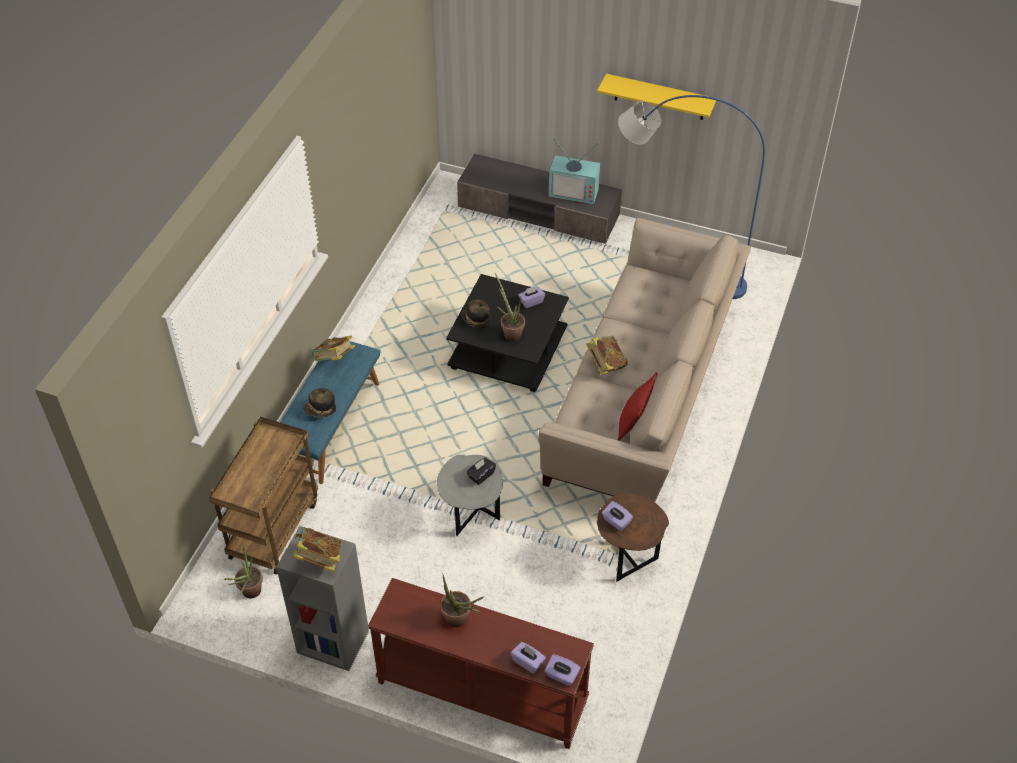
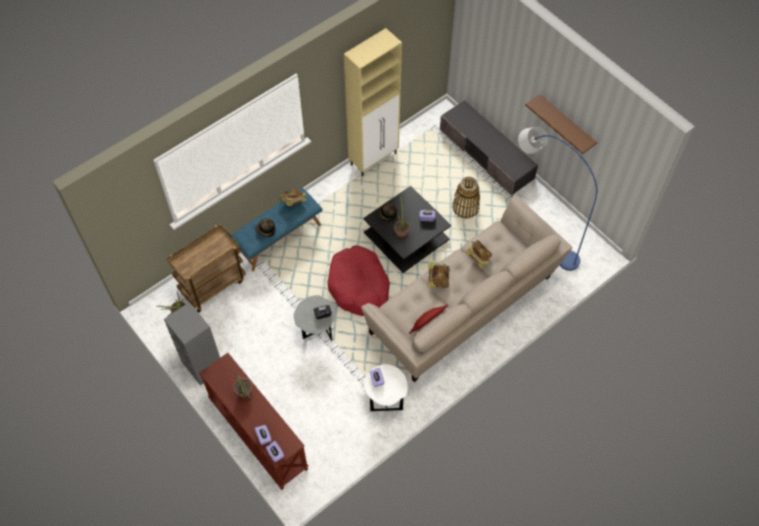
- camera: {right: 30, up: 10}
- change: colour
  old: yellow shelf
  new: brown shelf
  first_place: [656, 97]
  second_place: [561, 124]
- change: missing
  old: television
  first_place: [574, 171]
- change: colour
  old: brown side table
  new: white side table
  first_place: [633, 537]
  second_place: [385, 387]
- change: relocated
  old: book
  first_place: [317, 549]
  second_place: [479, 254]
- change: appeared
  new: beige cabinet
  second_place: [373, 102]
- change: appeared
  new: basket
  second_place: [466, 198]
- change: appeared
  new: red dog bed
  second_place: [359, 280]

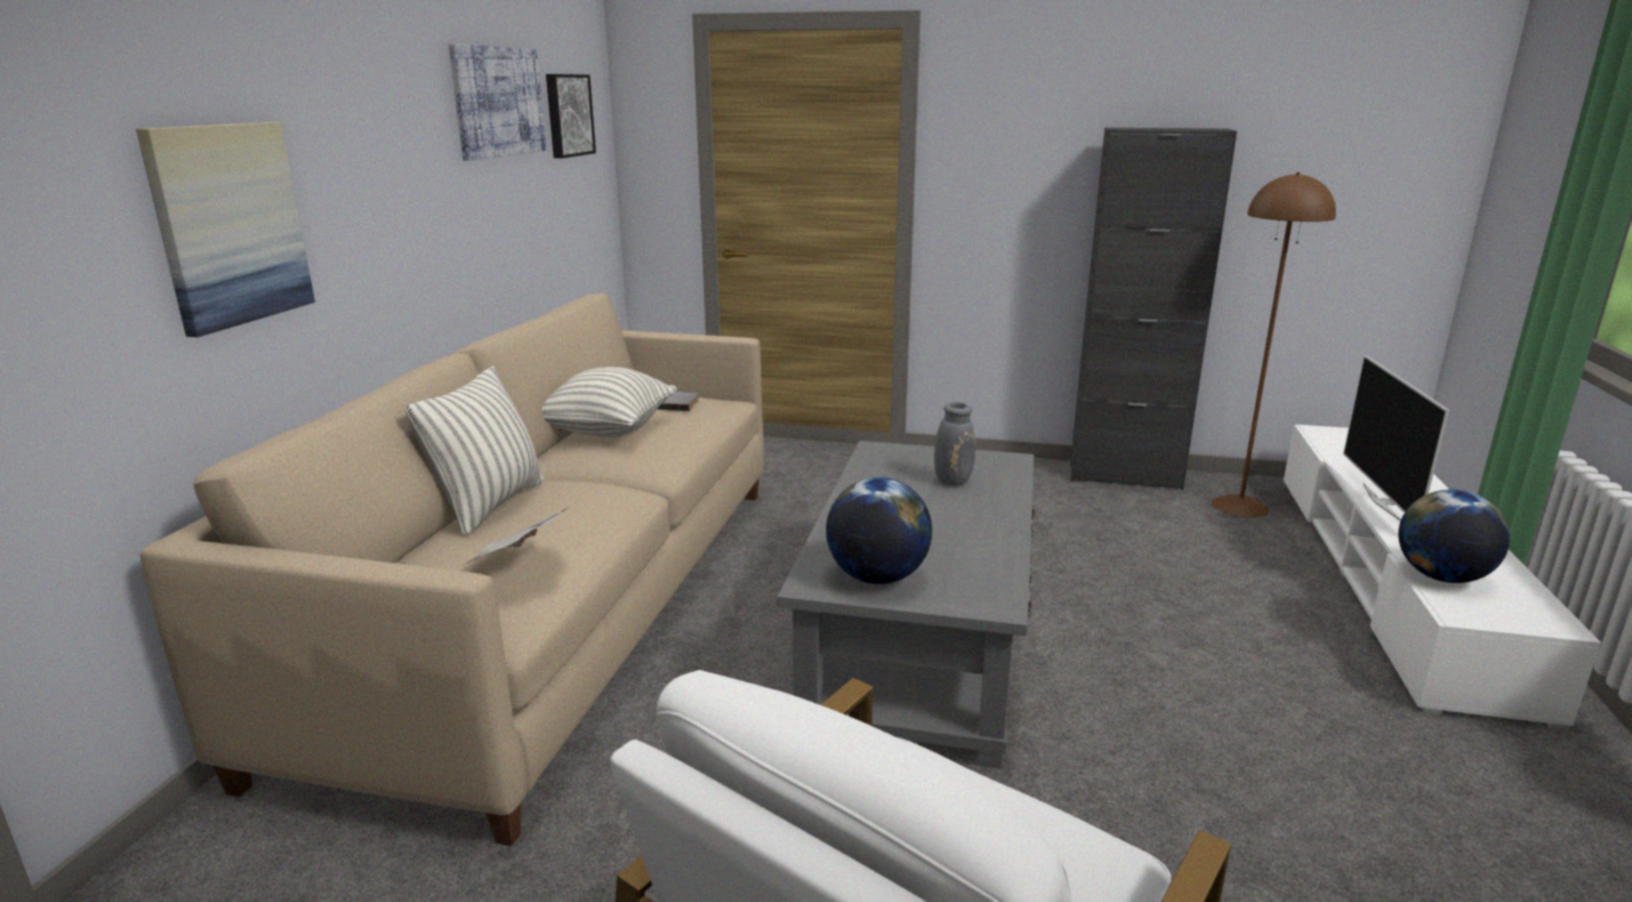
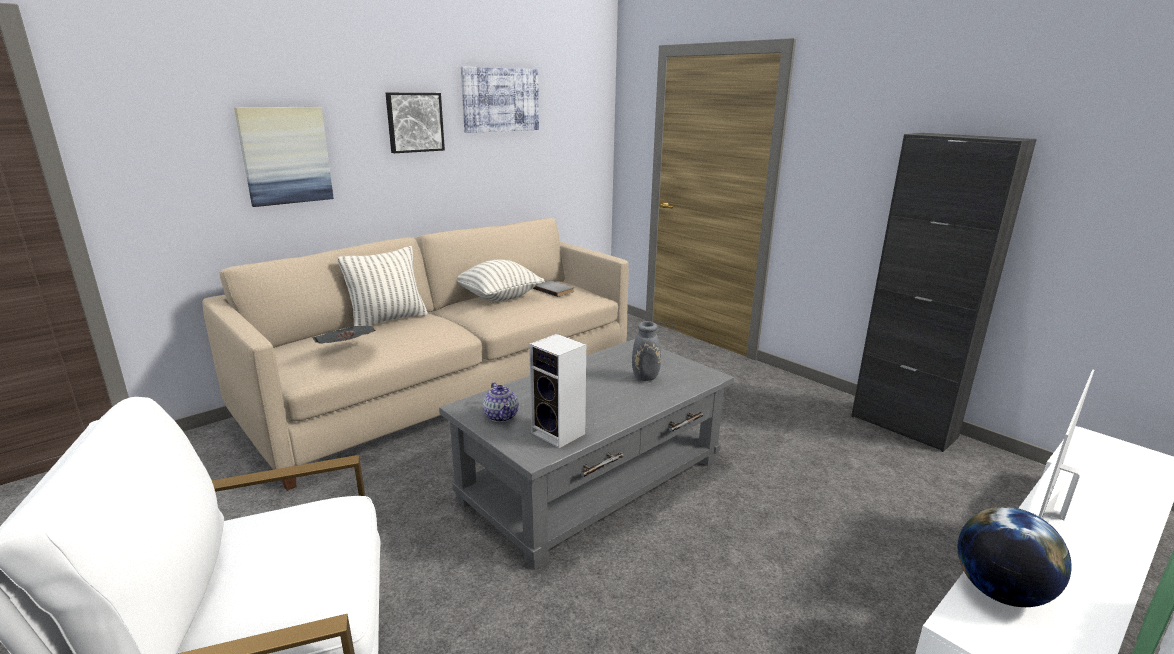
- camera: {right: 35, up: 0}
- change: relocated
  old: picture
  first_place: [571, 116]
  second_place: [415, 123]
- change: missing
  old: brown floor lamp
  first_place: [1274, 345]
- change: exchanged
  old: globe
  new: teapot
  first_place: [879, 530]
  second_place: [501, 402]
- change: appeared
  new: speaker
  second_place: [557, 391]

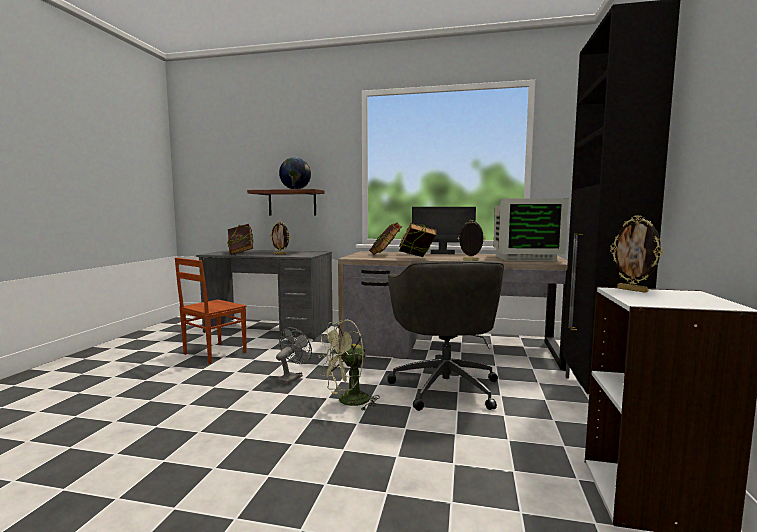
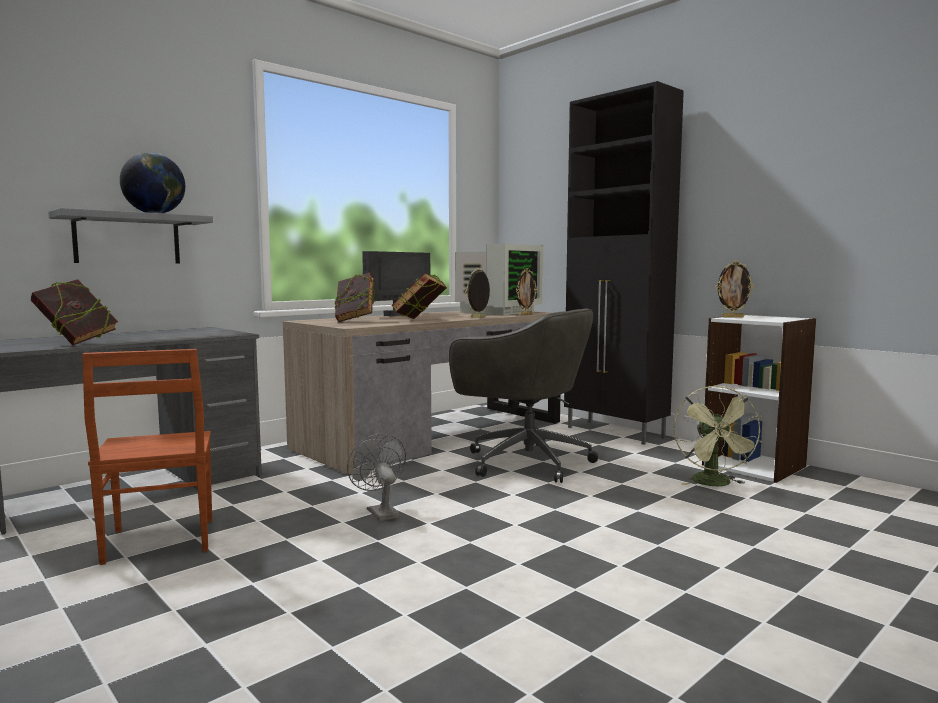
- camera: {right: -55, up: 0}
- change: colour
  old: brown shelf
  new: grey shelf
  first_place: [286, 202]
  second_place: [130, 236]
- change: relocated
  old: picture frame
  first_place: [280, 238]
  second_place: [526, 291]
- change: relocated
  old: green fan
  first_place: [349, 365]
  second_place: [718, 435]

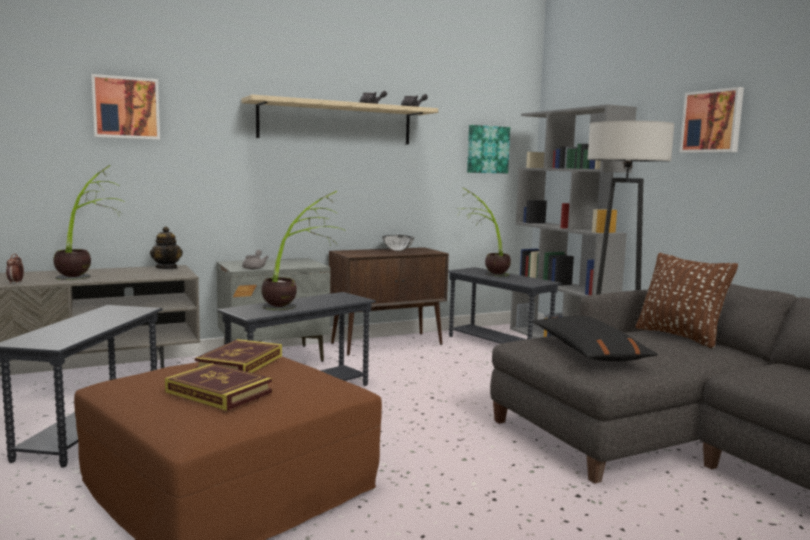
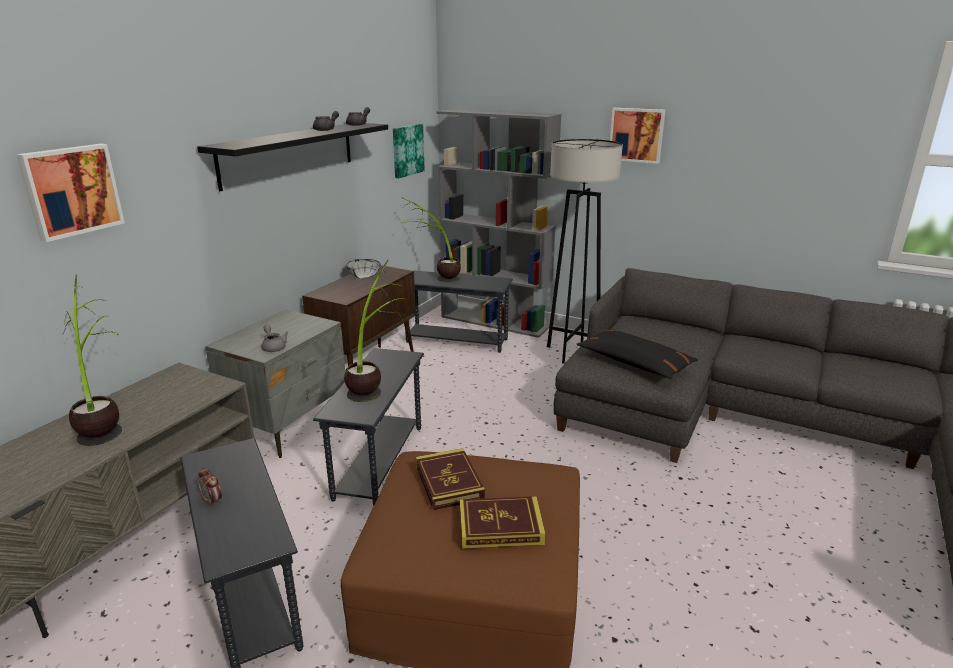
- camera: {right: -35, up: 15}
- change: colour
  old: beige shelf
  new: black shelf
  first_place: [339, 120]
  second_place: [292, 157]
- change: missing
  old: teapot
  first_place: [166, 248]
- change: missing
  old: brown pillow
  first_place: [687, 300]
- change: relocated
  old: alarm clock
  first_place: [15, 269]
  second_place: [210, 487]

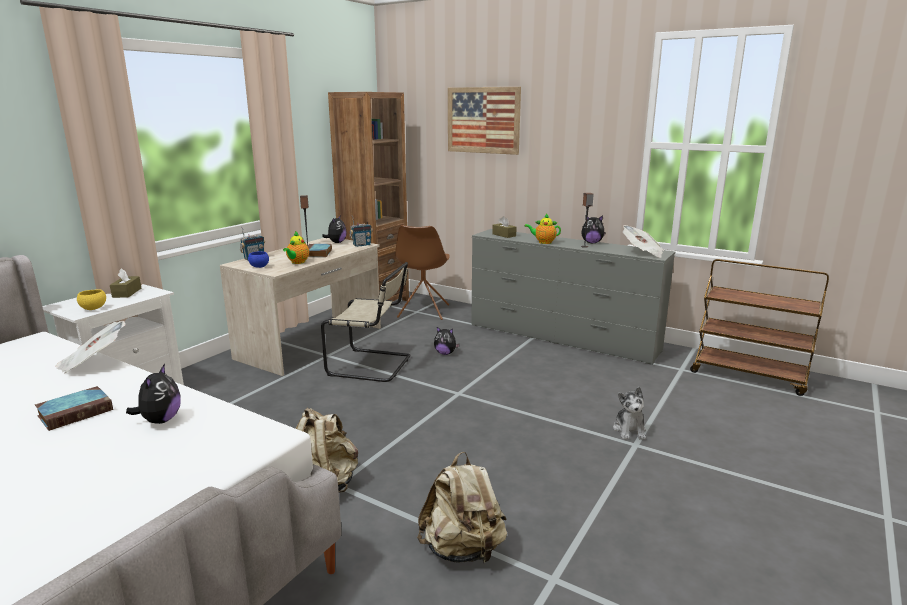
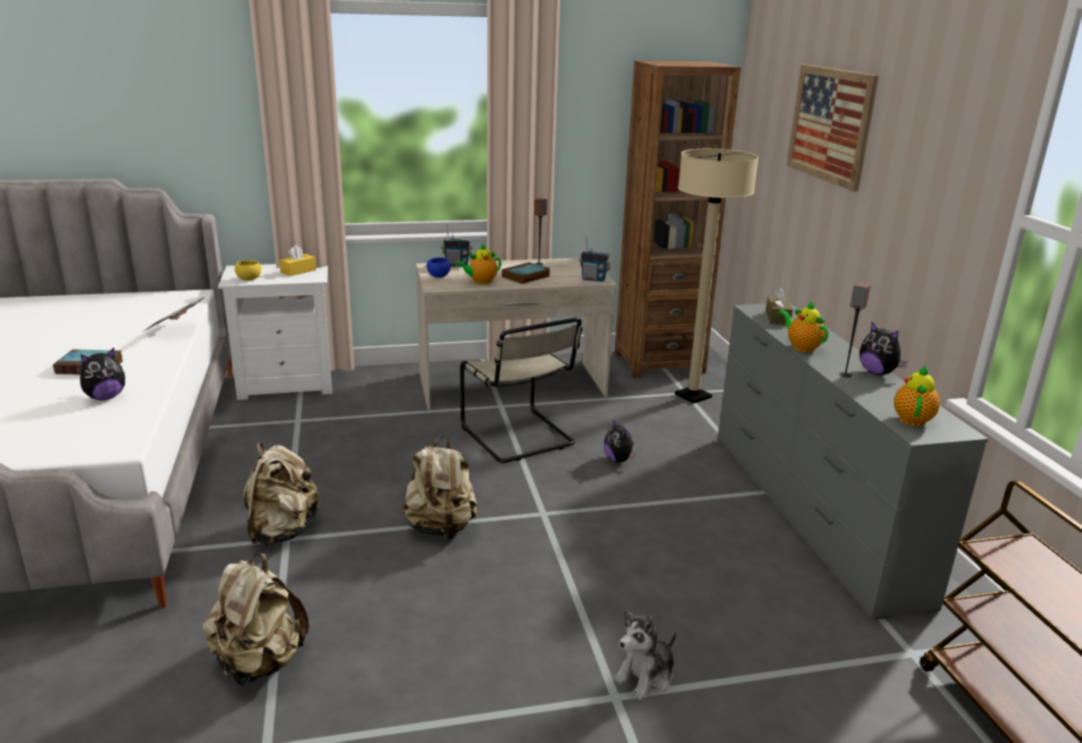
- camera: {right: 45, up: 5}
- change: missing
  old: plush toy
  first_place: [334, 229]
- change: exchanged
  old: brown chair
  new: beige floor lamp
  first_place: [422, 272]
  second_place: [717, 276]
- change: exchanged
  old: newspaper
  new: teapot
  first_place: [643, 241]
  second_place: [917, 395]
- change: colour
  old: brown tissue box
  new: yellow tissue box
  first_place: [125, 283]
  second_place: [297, 260]
- change: appeared
  new: beige backpack
  second_place: [439, 487]

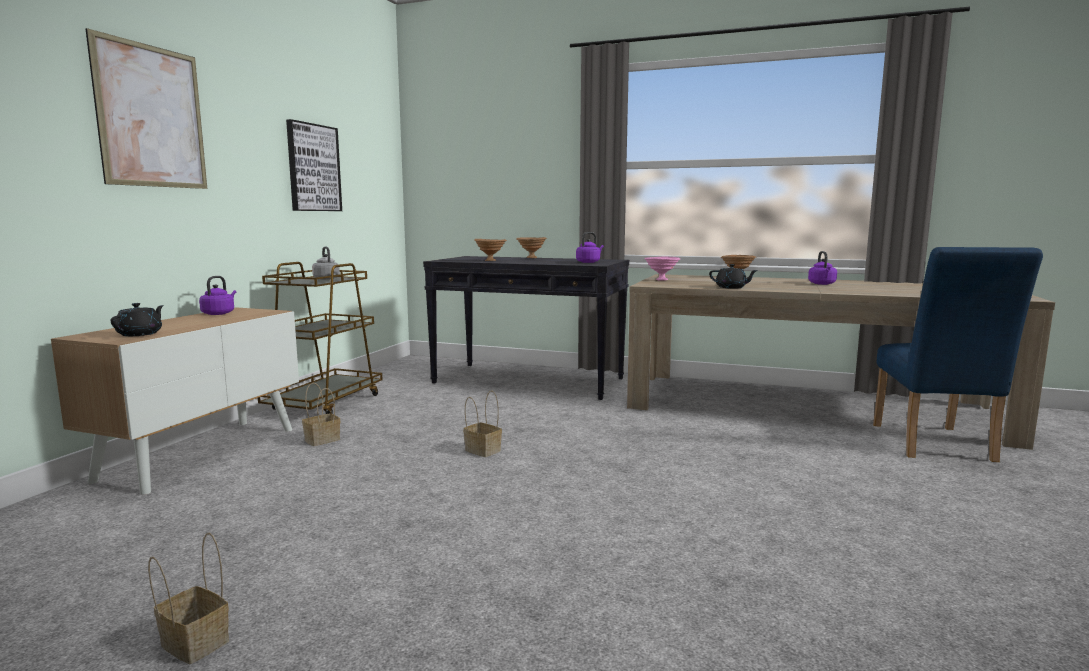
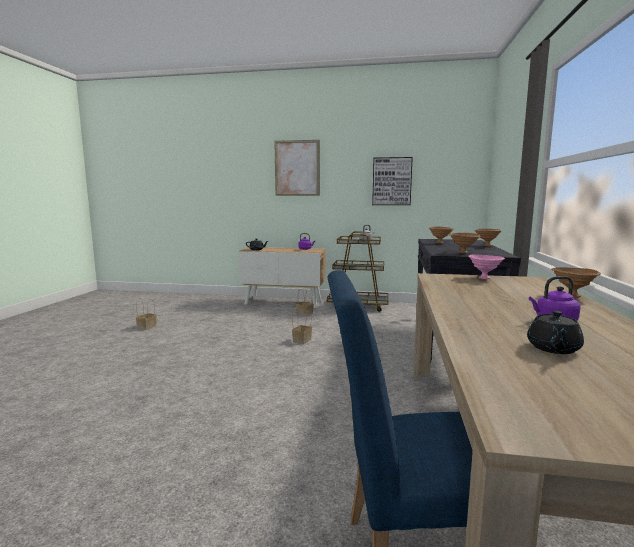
- camera: {right: 80, up: 0}
- change: exchanged
  old: purple kettle
  new: brown bowl
  first_place: [590, 247]
  second_place: [465, 243]
- change: relocated
  old: black teapot
  first_place: [733, 276]
  second_place: [555, 332]

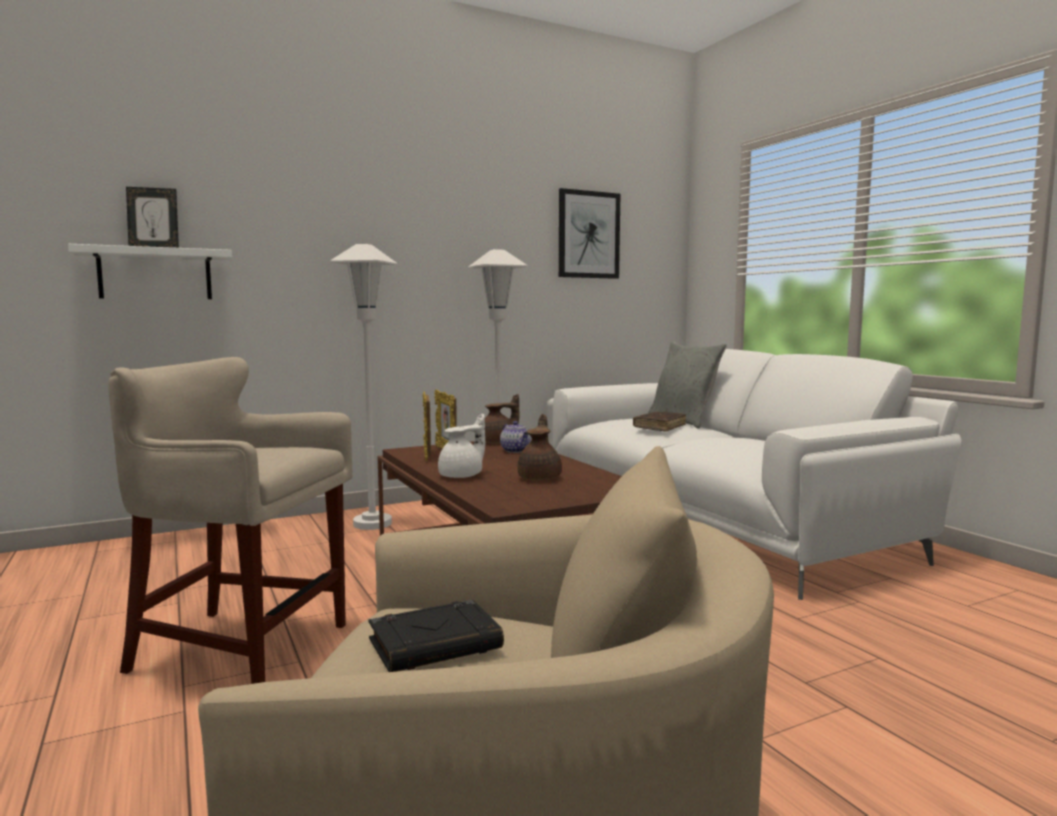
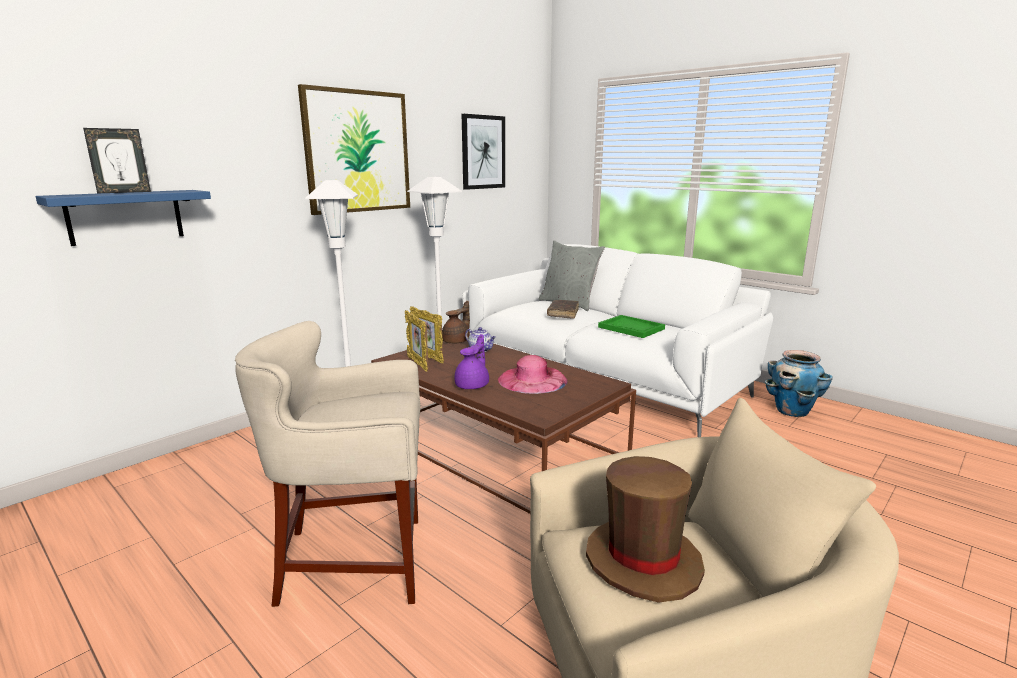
- camera: {right: -20, up: 10}
- change: colour
  old: white shelf
  new: blue shelf
  first_place: [150, 271]
  second_place: [123, 218]
- change: colour
  old: white teapot
  new: purple teapot
  first_place: [461, 446]
  second_place: [471, 361]
- change: exchanged
  old: brown teapot
  new: pink hat
  first_place: [539, 447]
  second_place: [532, 374]
- change: exchanged
  old: black book
  new: brown hat
  first_place: [436, 636]
  second_place: [645, 529]
- change: appeared
  new: picture
  second_place: [354, 149]
- change: appeared
  new: green tray
  second_place: [631, 326]
- change: appeared
  new: planter
  second_place: [799, 383]

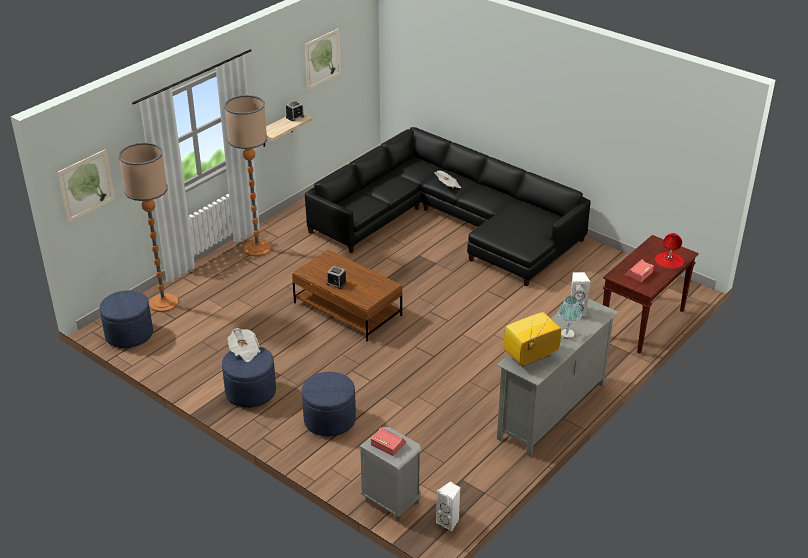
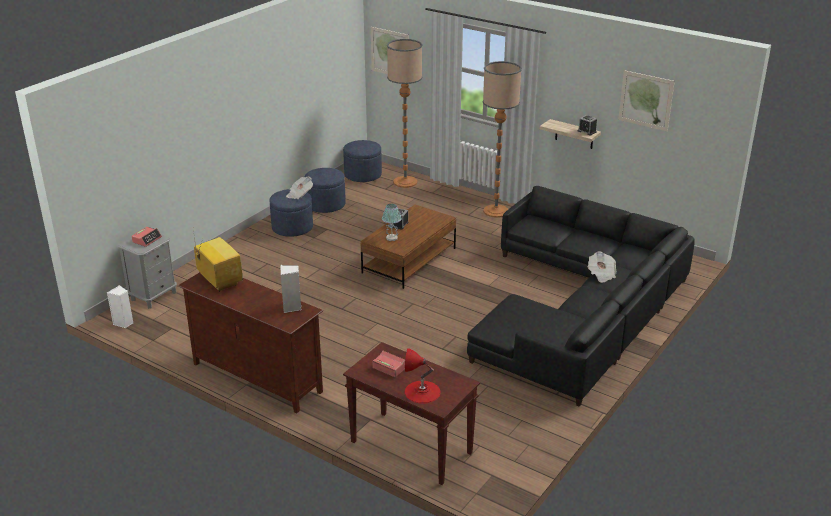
- camera: {right: 85, up: -5}
- change: relocated
  old: table lamp
  first_place: [570, 317]
  second_place: [392, 222]
- change: colour
  old: grey tv stand
  new: brown tv stand
  first_place: [557, 378]
  second_place: [251, 342]
- change: relocated
  old: blue ottoman
  first_place: [329, 404]
  second_place: [325, 190]

